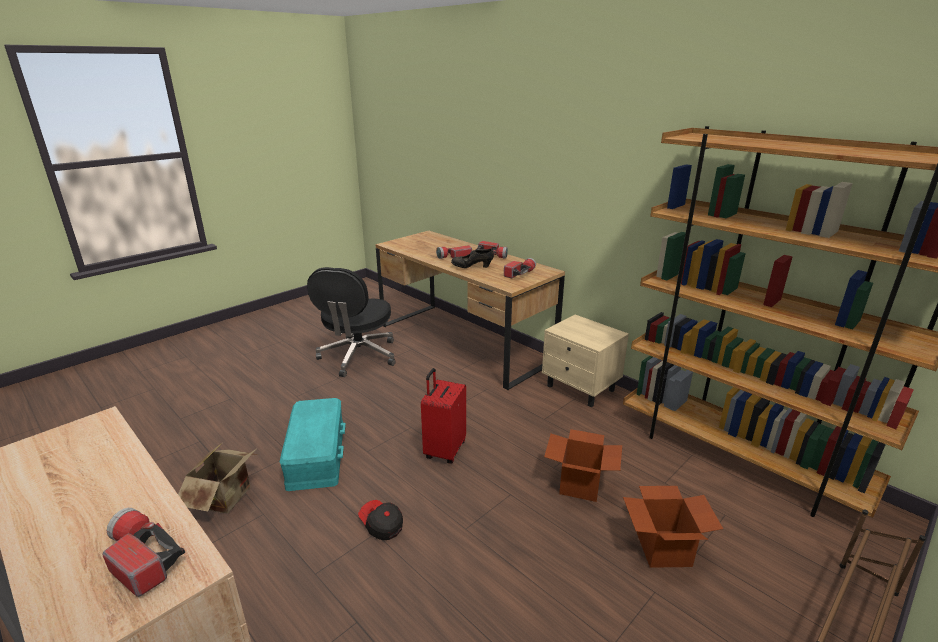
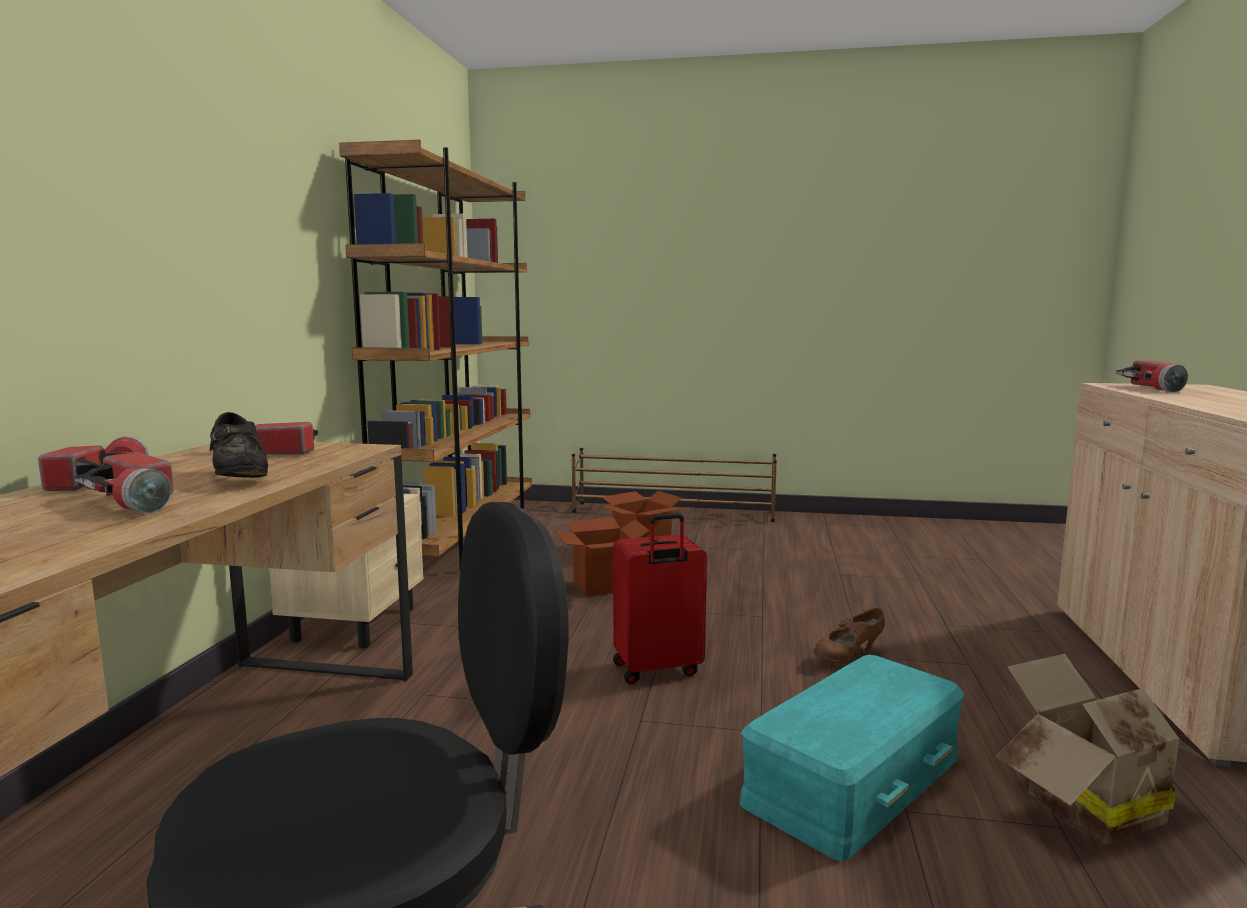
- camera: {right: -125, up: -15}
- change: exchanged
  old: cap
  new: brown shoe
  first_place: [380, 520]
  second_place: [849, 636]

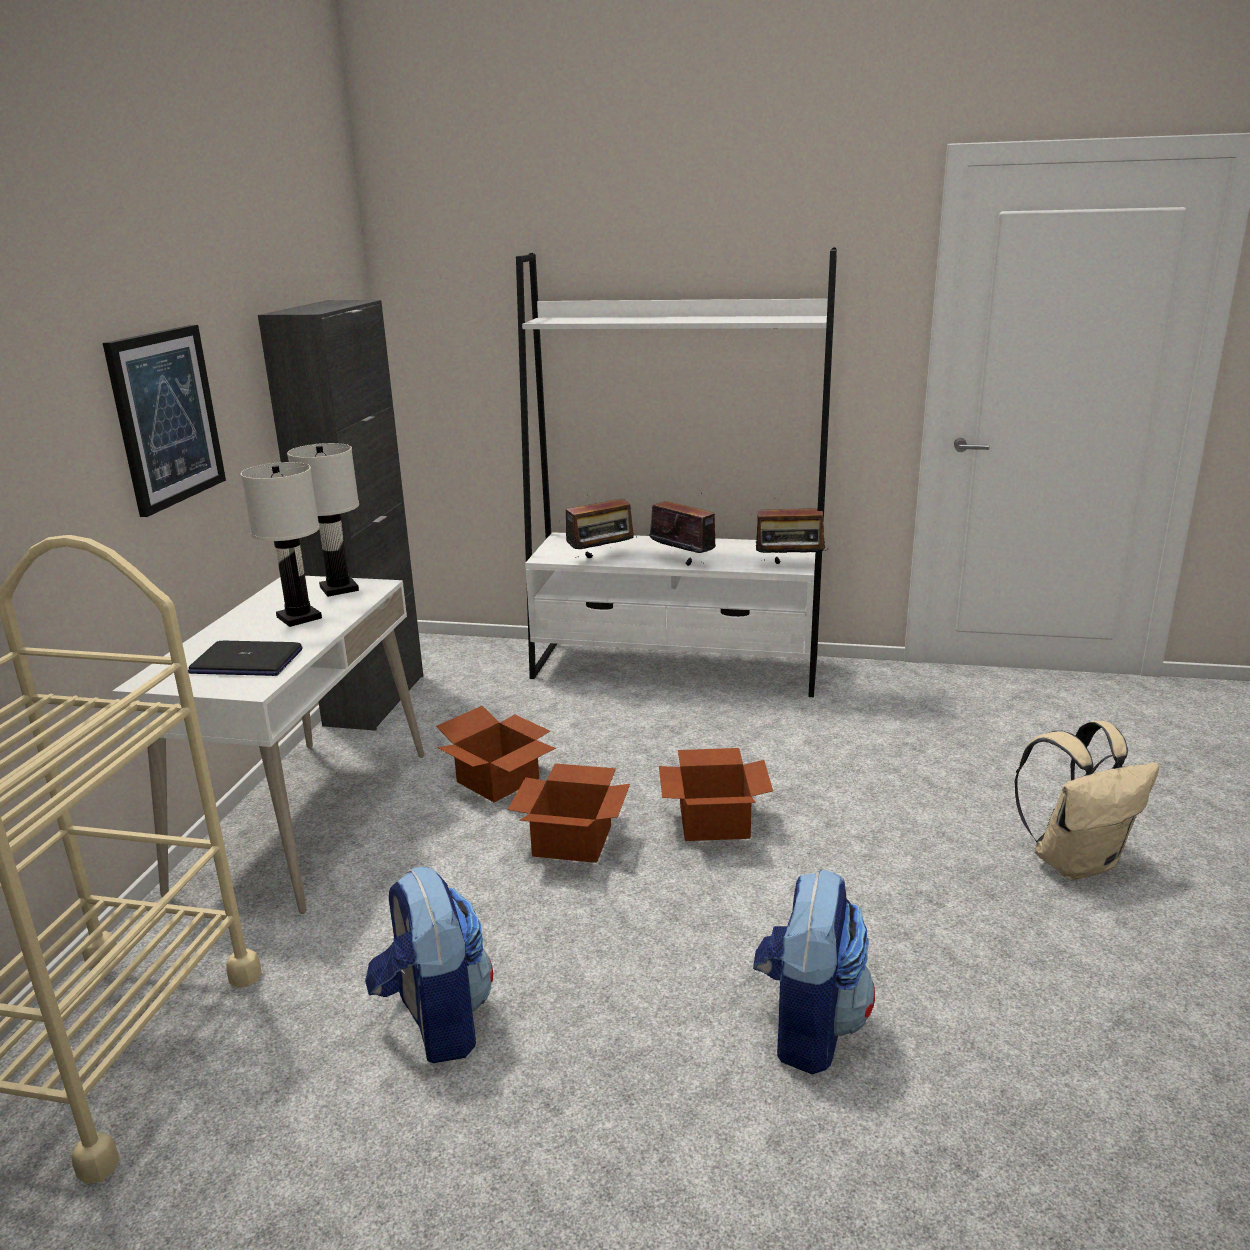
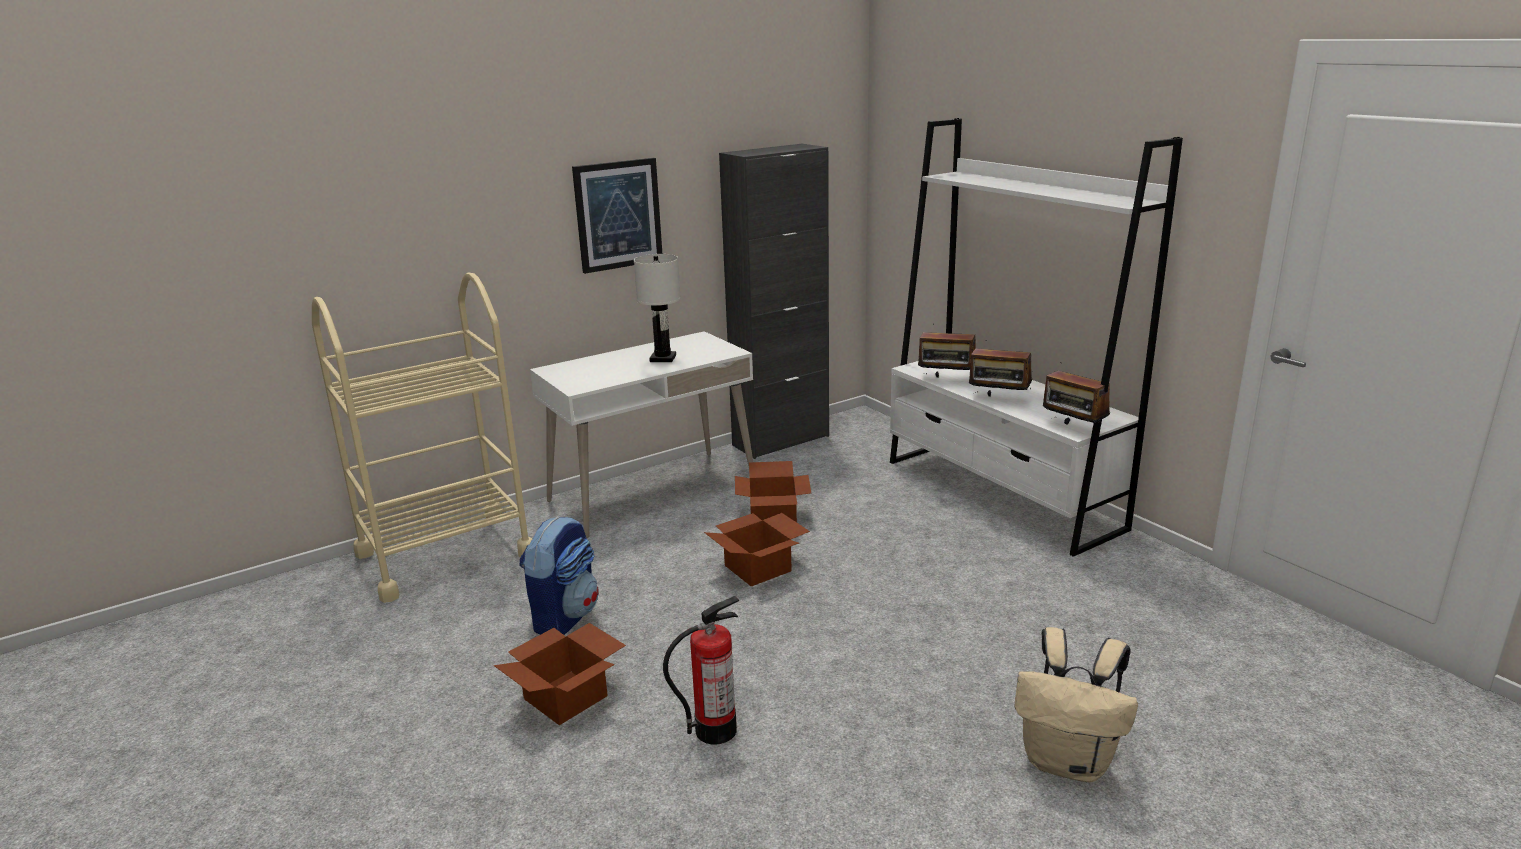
- camera: {right: 45, up: 0}
- change: missing
  old: white table lamp
  first_place: [323, 520]
- change: spun
  old: radio
  first_place: [682, 529]
  second_place: [1000, 368]
  degrees: 120
- change: missing
  old: laptop
  first_place: [245, 658]
- change: relocated
  old: cardboard box
  first_place: [716, 794]
  second_place: [560, 674]
- change: exchanged
  old: backpack
  new: fire extinguisher
  first_place: [814, 971]
  second_place: [701, 670]

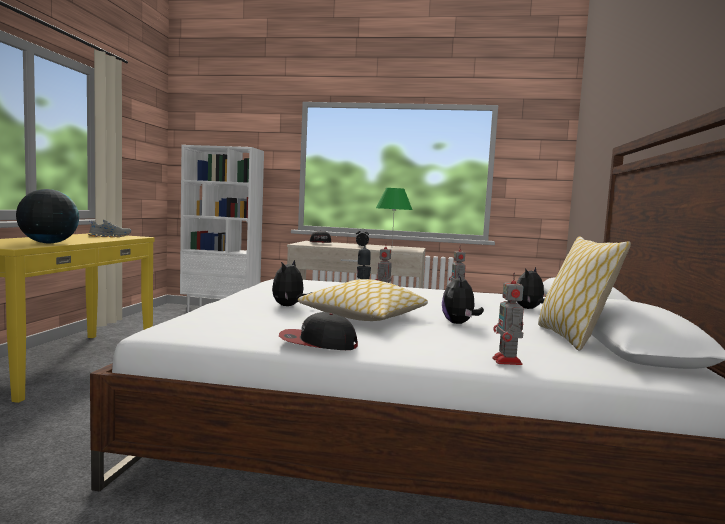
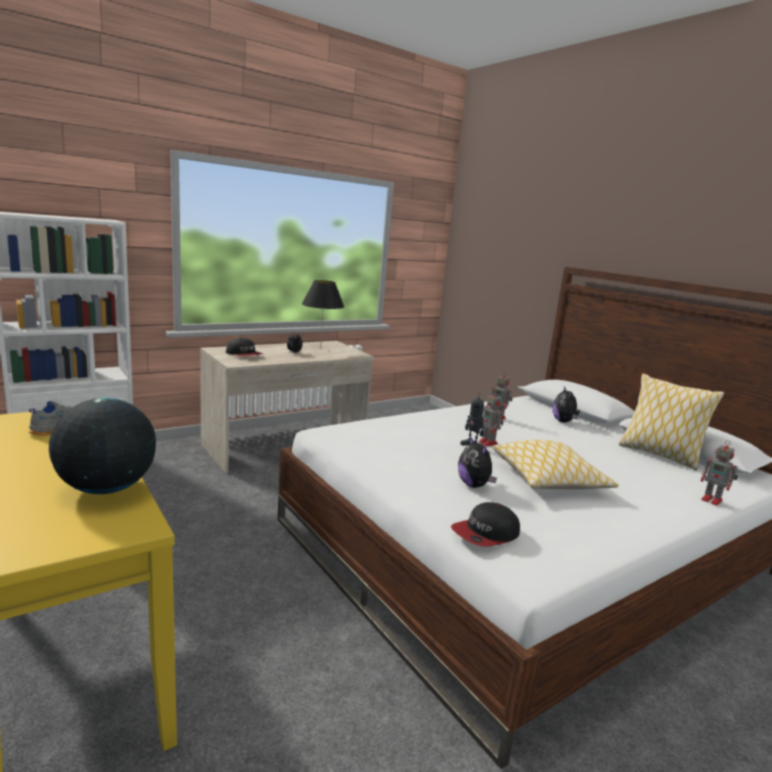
- camera: {right: -45, up: 10}
- change: colour
  old: green table lamp
  new: black table lamp
  first_place: [394, 215]
  second_place: [323, 310]
- change: missing
  old: plush toy
  first_place: [463, 298]
- change: relocated
  old: cap
  first_place: [318, 331]
  second_place: [485, 524]

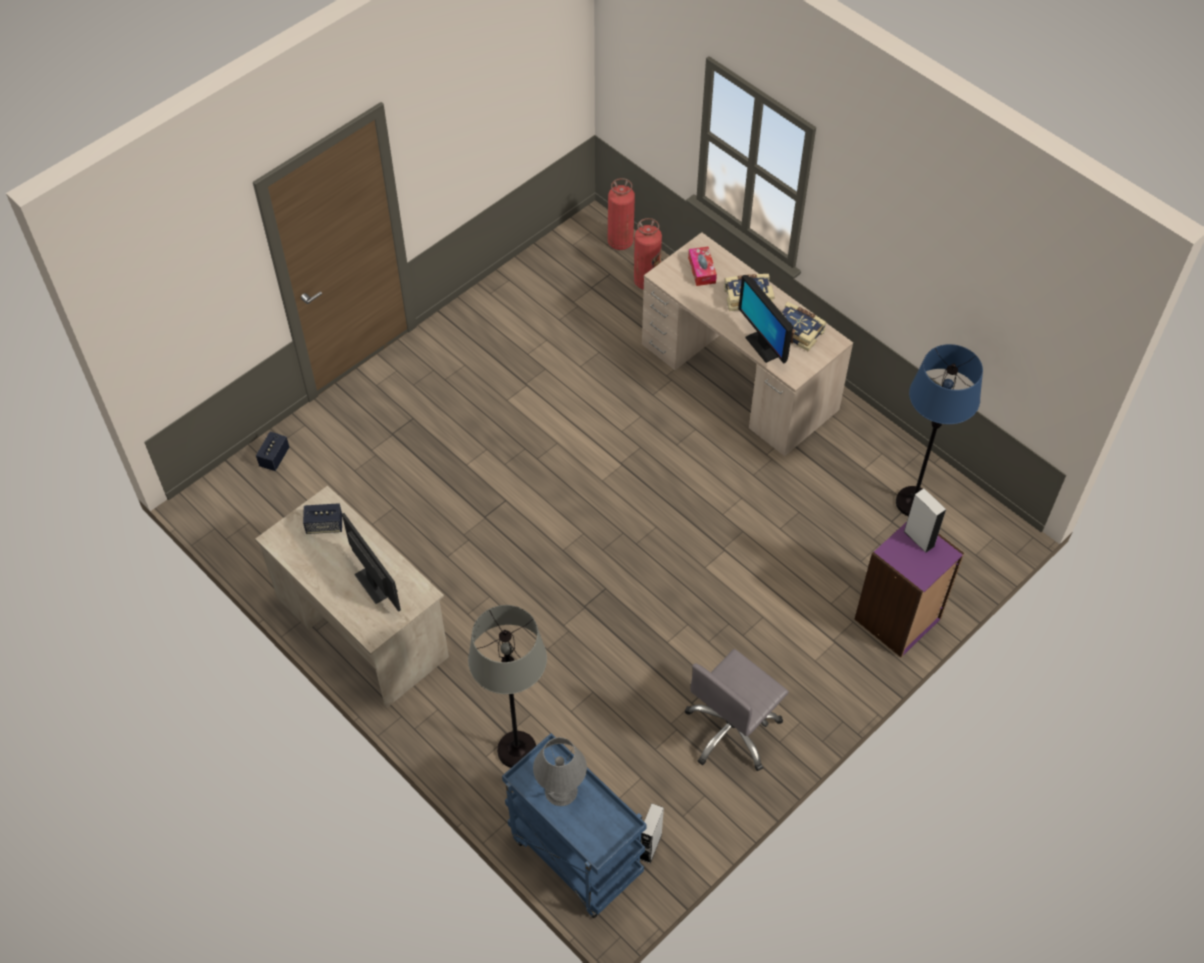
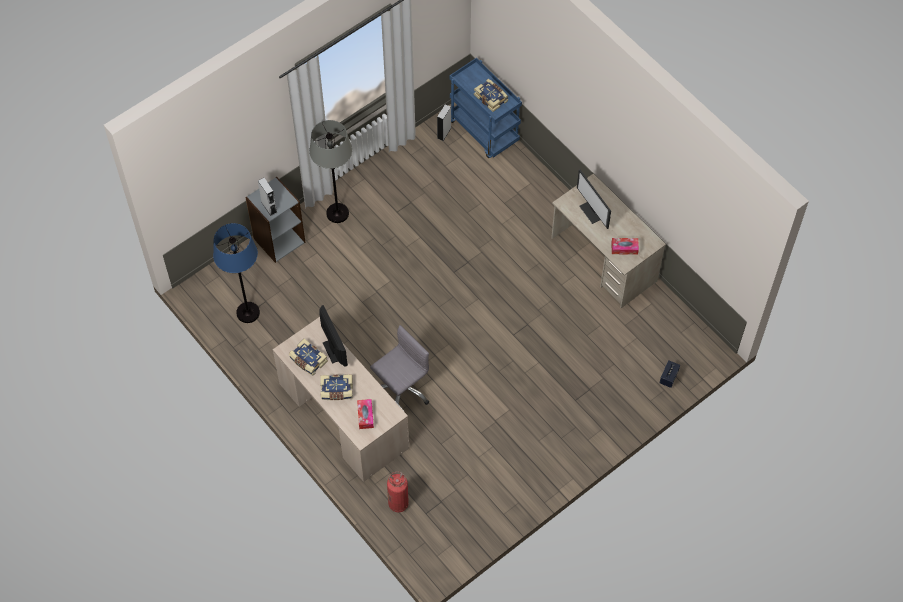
- camera: {right: -175, up: 5}
- change: missing
  old: fire extinguisher
  first_place: [621, 214]
- change: exchanged
  old: speaker
  new: tissue box
  first_place: [322, 518]
  second_place: [625, 246]
- change: colour
  old: purple bookcase
  new: grey bookcase
  first_place: [909, 589]
  second_place: [275, 220]
- change: relocated
  old: grey floor lamp
  first_place: [507, 686]
  second_place: [330, 171]
- change: relocated
  old: grey office chair
  first_place: [737, 710]
  second_place: [399, 365]
- change: exchanged
  old: grey table lamp
  new: book
  first_place: [560, 771]
  second_place: [491, 95]

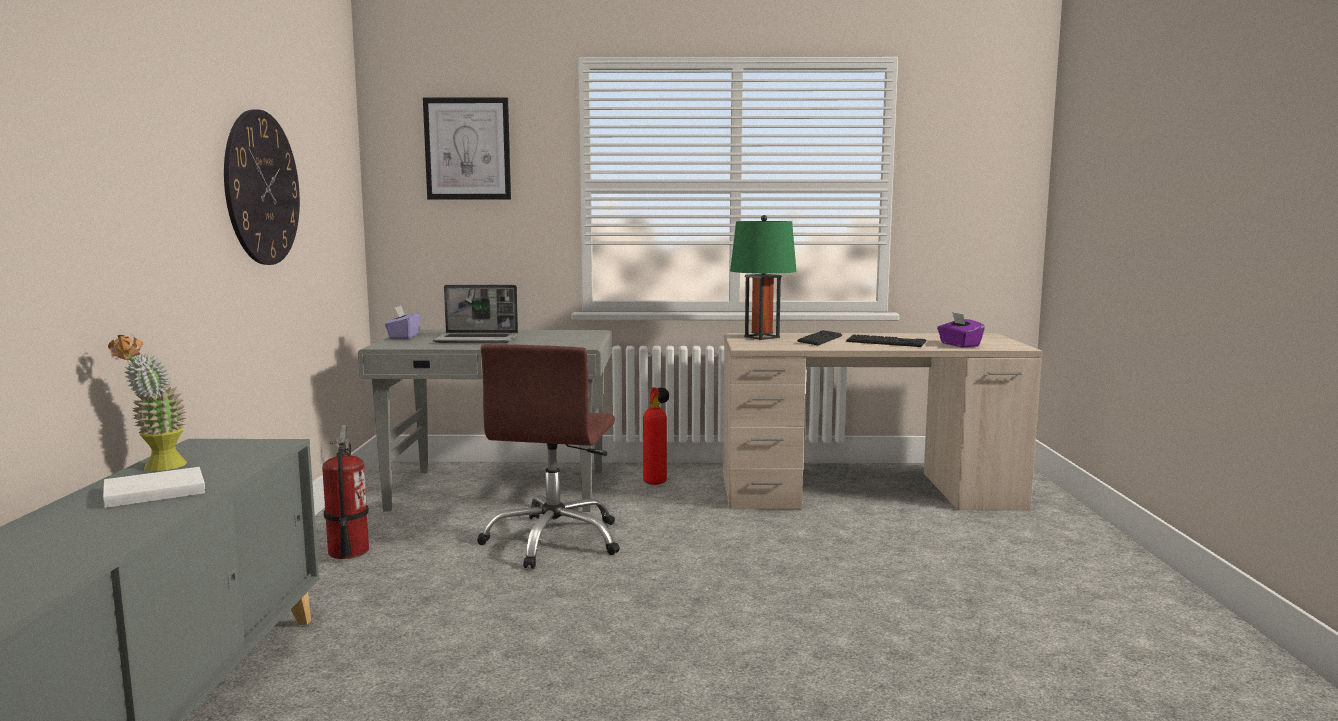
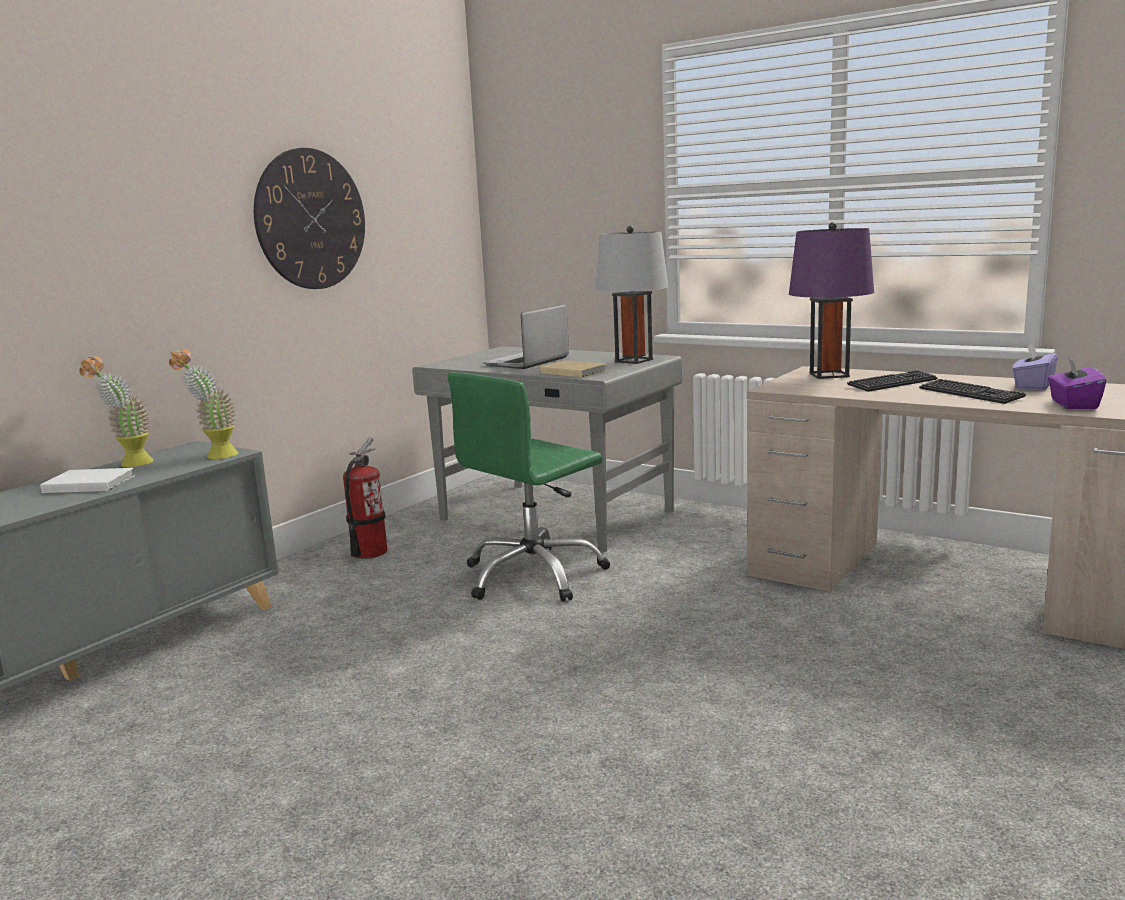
- camera: {right: 35, up: 5}
- change: missing
  old: picture
  first_place: [467, 148]
- change: colour
  old: green table lamp
  new: purple table lamp
  first_place: [763, 277]
  second_place: [831, 300]
- change: spun
  old: laptop
  first_place: [475, 314]
  second_place: [526, 336]
  degrees: 90
- change: relocated
  old: purple tissue box
  first_place: [403, 322]
  second_place: [1035, 367]
- change: colour
  old: brown office chair
  new: green office chair
  first_place: [548, 456]
  second_place: [528, 487]
- change: missing
  old: fire extinguisher
  first_place: [656, 436]
- change: appeared
  new: grey table lamp
  second_place: [632, 295]
- change: appeared
  new: potted plant
  second_place: [203, 404]
- change: appeared
  new: beige book
  second_place: [573, 368]

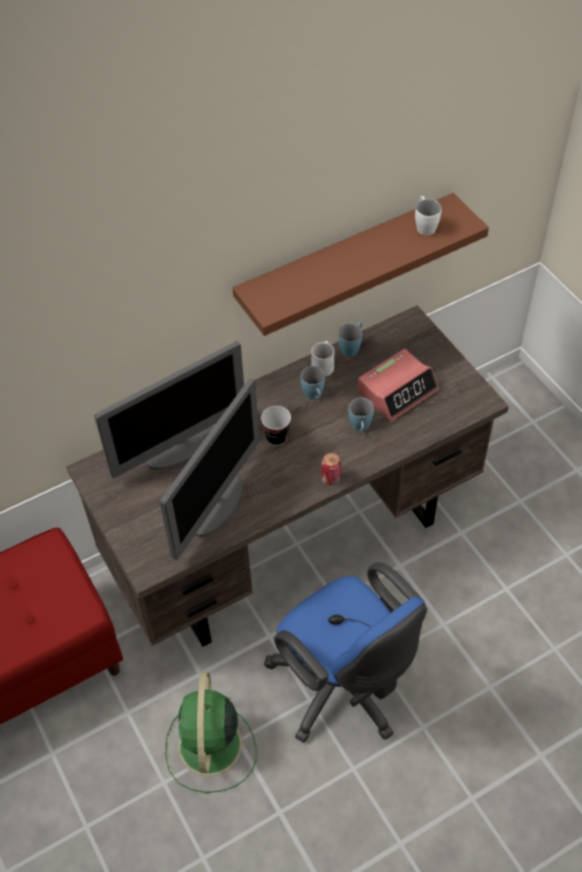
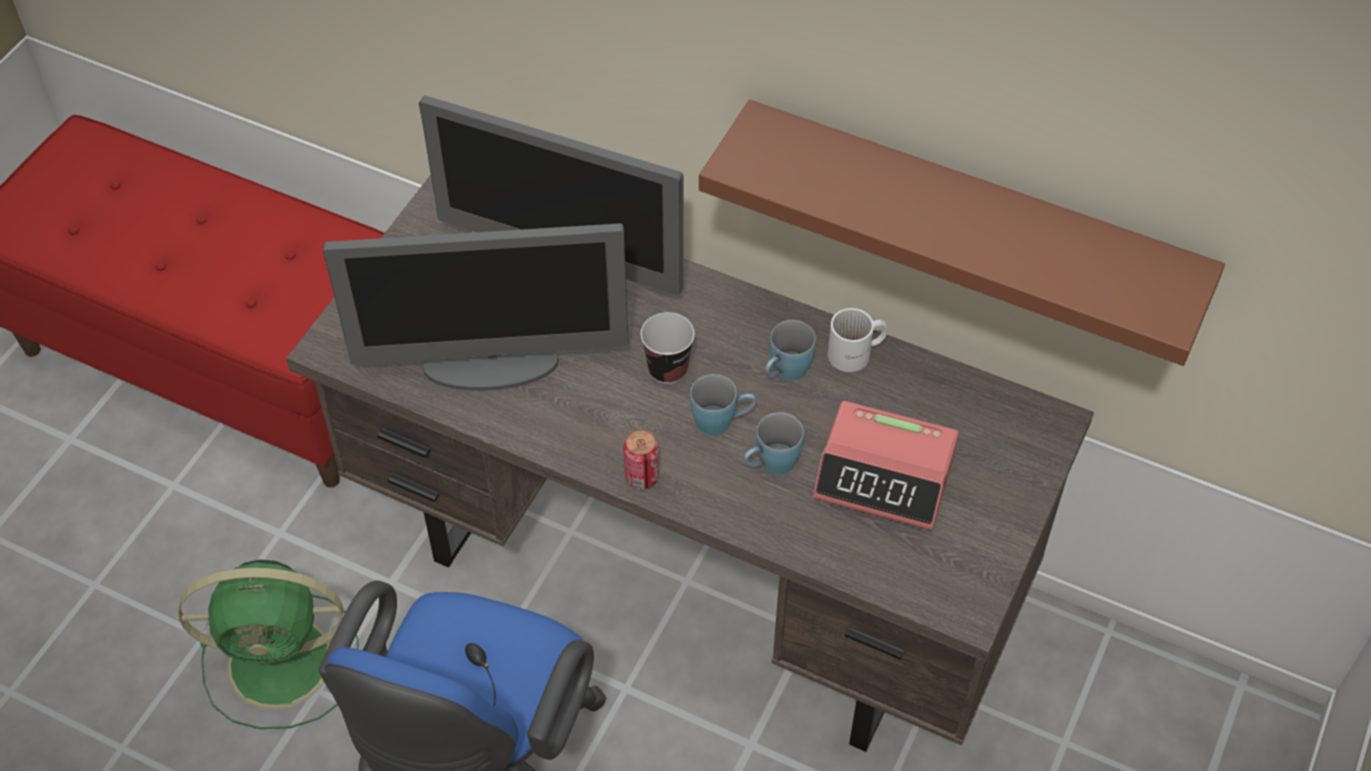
- camera: {right: 55, up: 0}
- change: missing
  old: white mug
  first_place: [428, 215]
- change: relocated
  old: blue mug
  first_place: [350, 339]
  second_place: [723, 405]
- change: spun
  old: green fan
  first_place: [211, 732]
  second_place: [268, 644]
  degrees: -150

